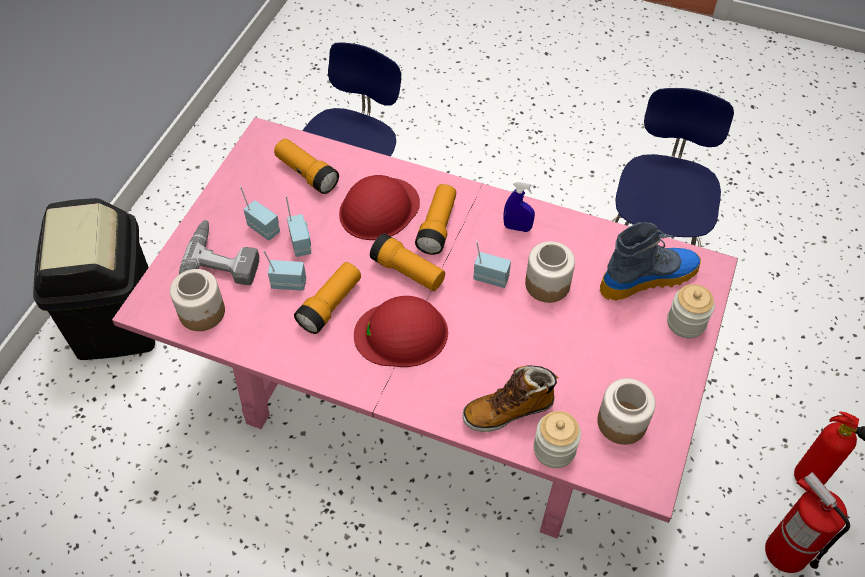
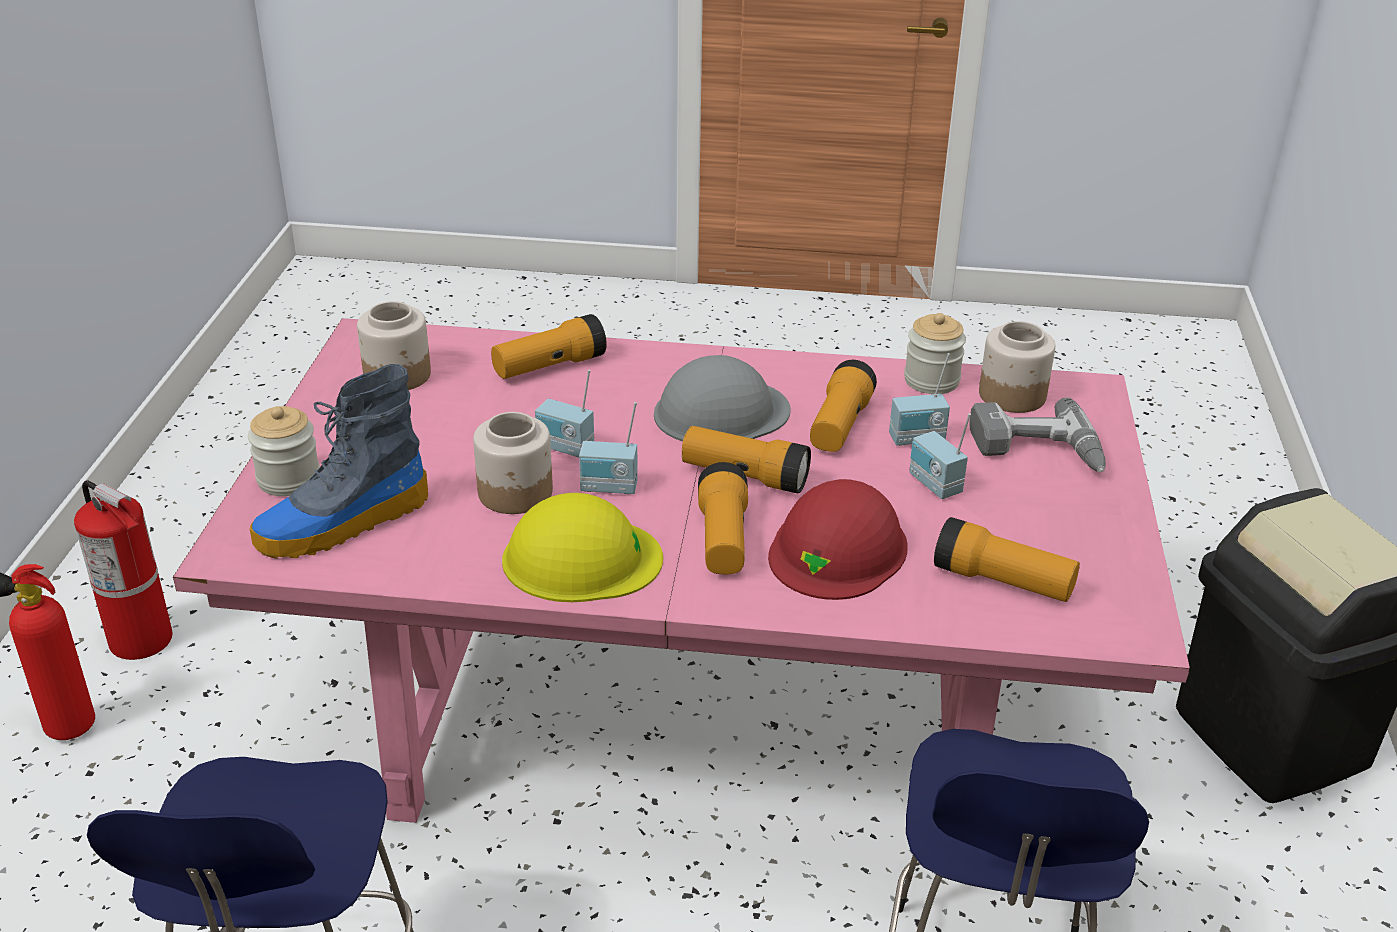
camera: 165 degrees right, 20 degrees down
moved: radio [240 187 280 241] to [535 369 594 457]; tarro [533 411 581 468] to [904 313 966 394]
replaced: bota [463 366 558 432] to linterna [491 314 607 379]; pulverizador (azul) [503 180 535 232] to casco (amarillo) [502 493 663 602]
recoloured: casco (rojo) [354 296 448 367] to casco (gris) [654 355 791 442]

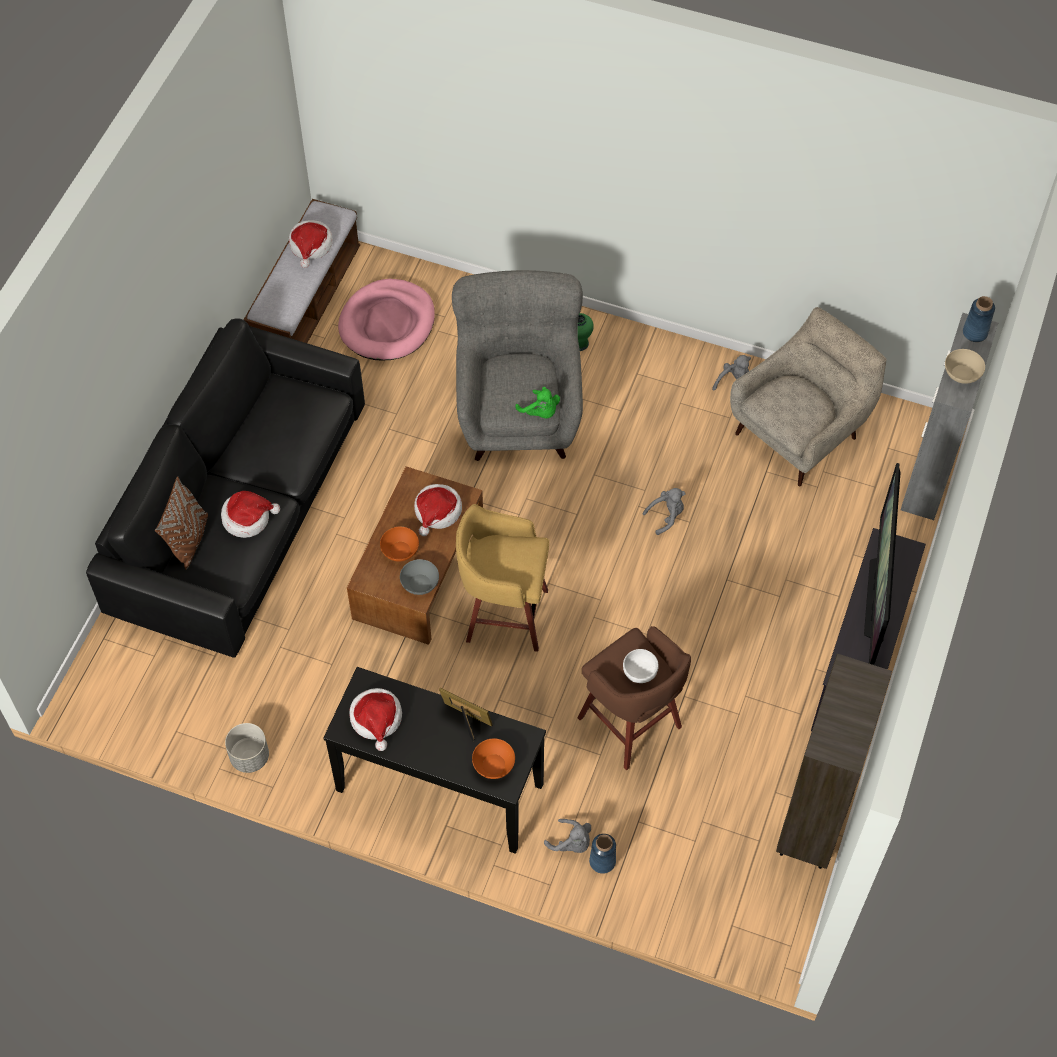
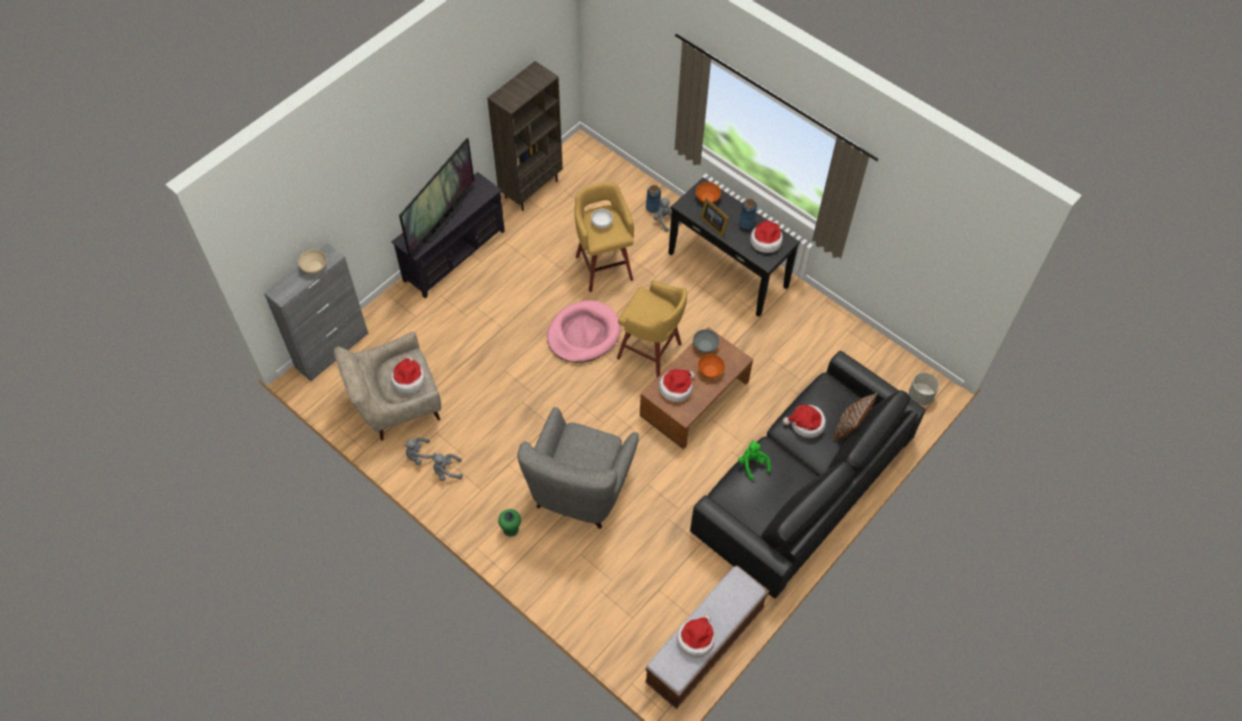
camera: 160 degrees left, 0 degrees up
added: sombrero [391 357 425 394]
moved: peluche (gris) [642 488 686 535] to [431 453 463 481]; cama para perro (rosa) [338 279 435 361] to [547 300 621 363]; florero (azul) [963 296 995 342] to [738 199 757 229]; peluche (verde) [515 387 560 419] to [738 440 771 480]; maceta (gris) [225 723 269 773] to [909 372 939 405]
recoloured: taburete (marrón) [577 626 691 770] to taburete (amarillo) [574 182 634 292]

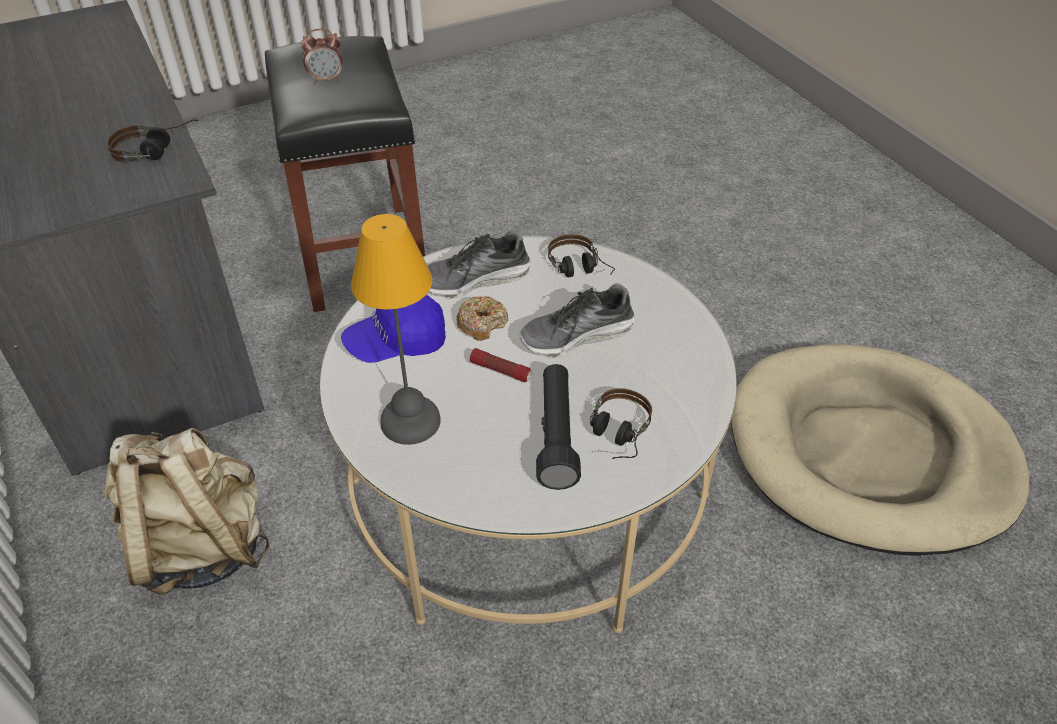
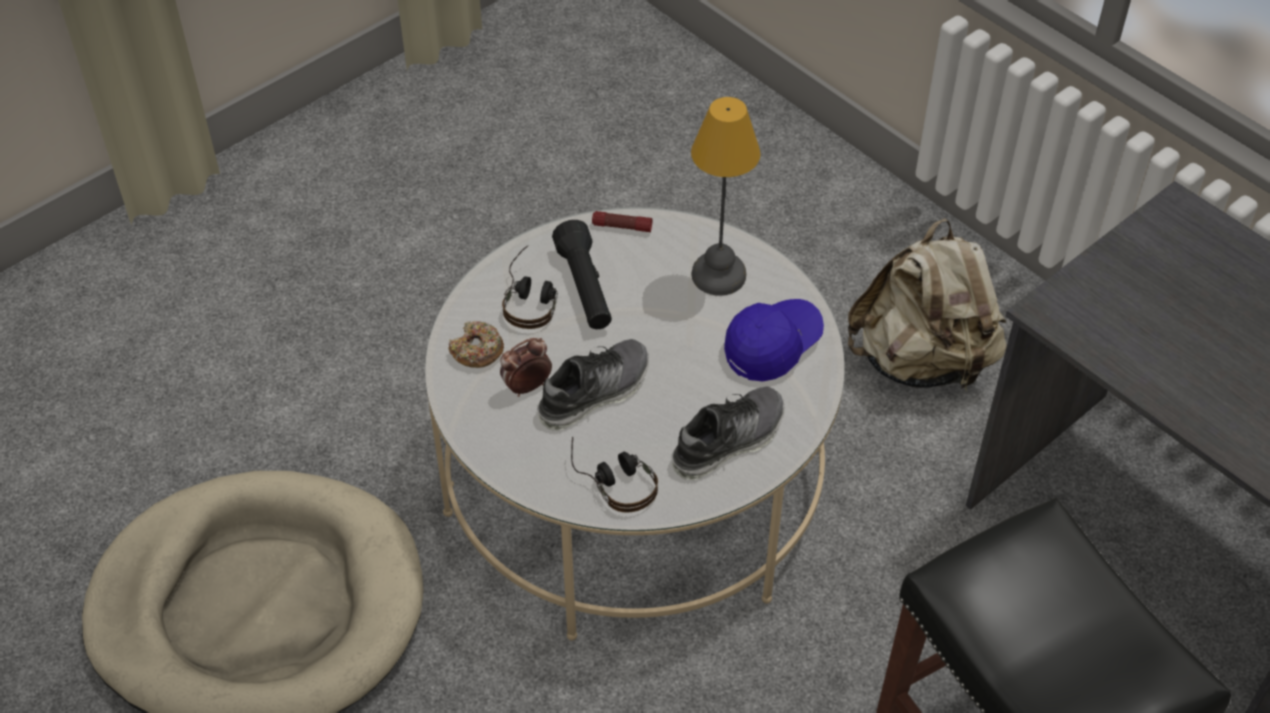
camera: 165 degrees right, 5 degrees up
removed: auriculares [107 120 198 162]
moved: rosquilla [456 296 508 341] to [448 321 504 368]; despertador [301 28 343 84] to [500 338 552 397]; linterna [470 348 532 382] to [592 211 652 232]

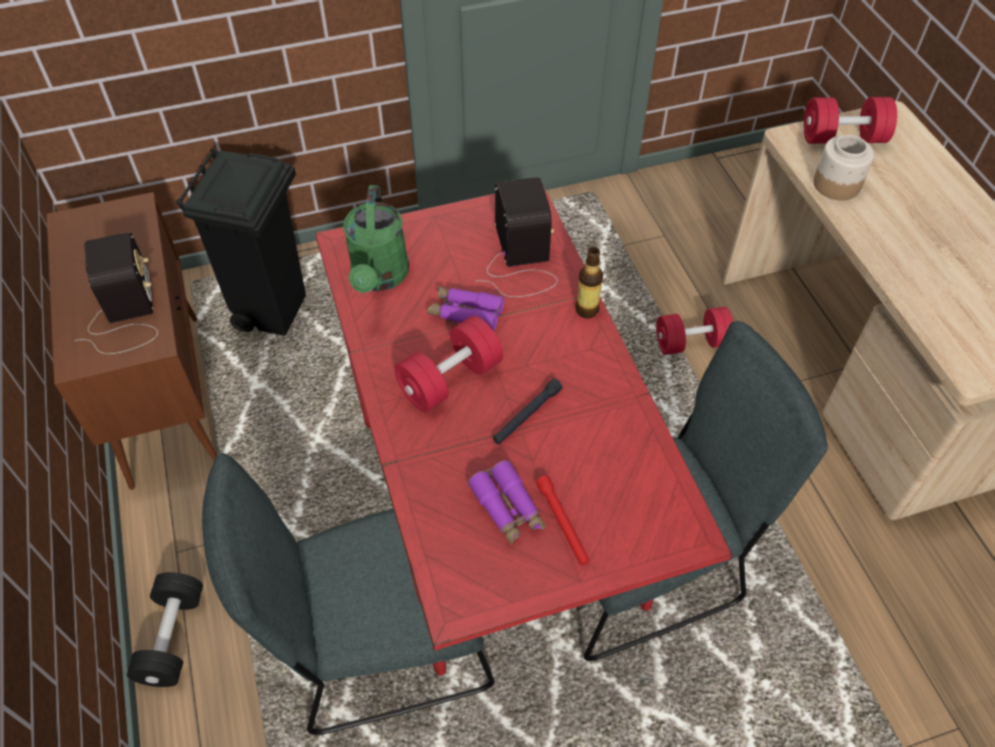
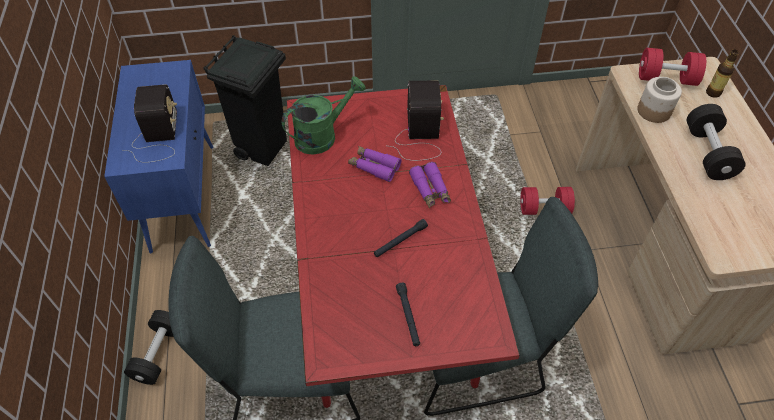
camera: 10 degrees right, 0 degrees up
removed: mancuerna (rojo) [394 316 503 412]
added: mancuerna (negro) [687 104 746 180]
moved: prismáticos (morado) [468 460 545 545] to [409 162 451 208]; botella [575 247 603 318] to [706 49 739 98]
recoloured: armario (marrón) [47 192 217 490] to armario (azul) [104 60 213 253]; linterna (rojo) [536 475 590 565] to linterna (negro) [396 283 420 346]
turned: regadera (verde) [343 185 409 293] = [282 76 366 155] 135 degrees counterclockwise

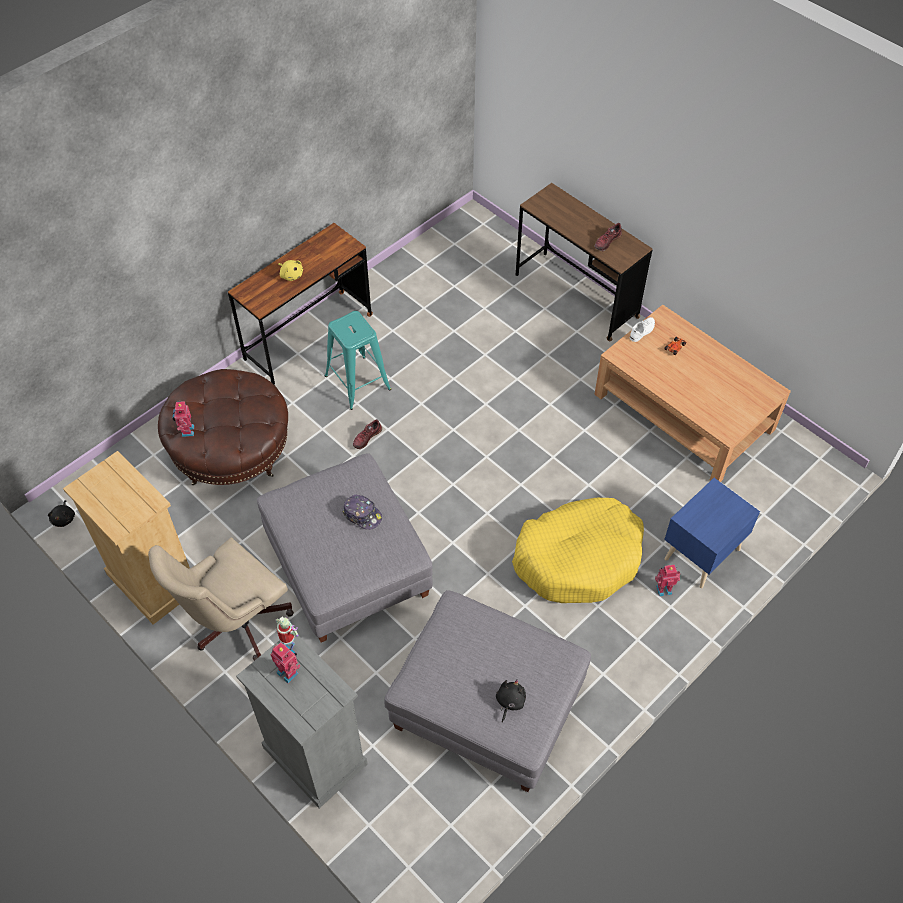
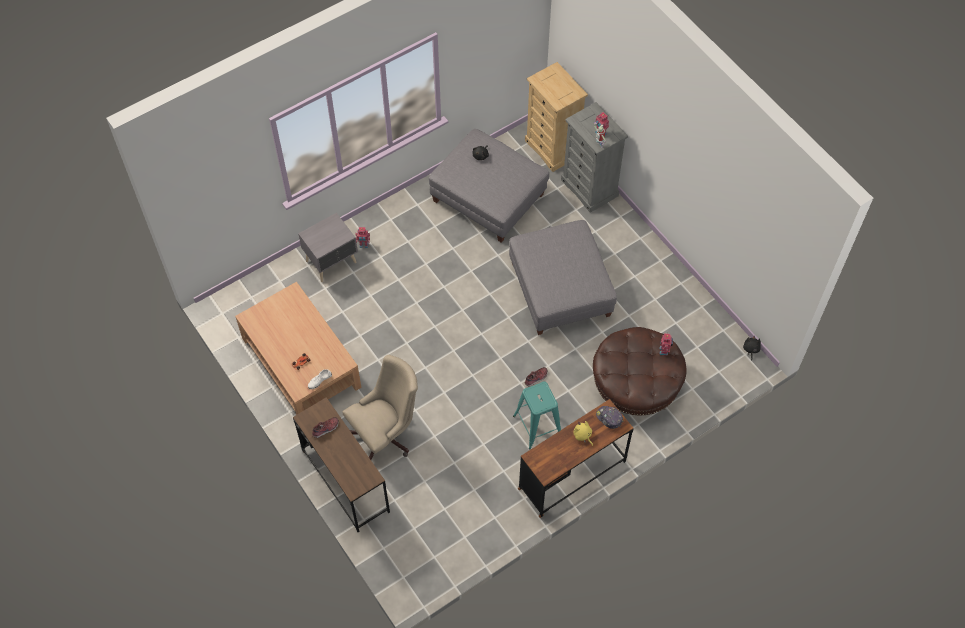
camera: 170 degrees left, 5 degrees up
removed: cama para perro (amarillo) [512 498 644 603]
moved: silla de oficina (beis) [148 537 294 661] to [343 355 418 460]; cómoda (beis) [63 451 190 625] to [525 62 588 172]; gorra [342 495 382 530] to [596 406 623 429]
recoloured: mesita de noche (azul) [664 478 760 588] to mesita de noche (gris) [298 213 358 282]

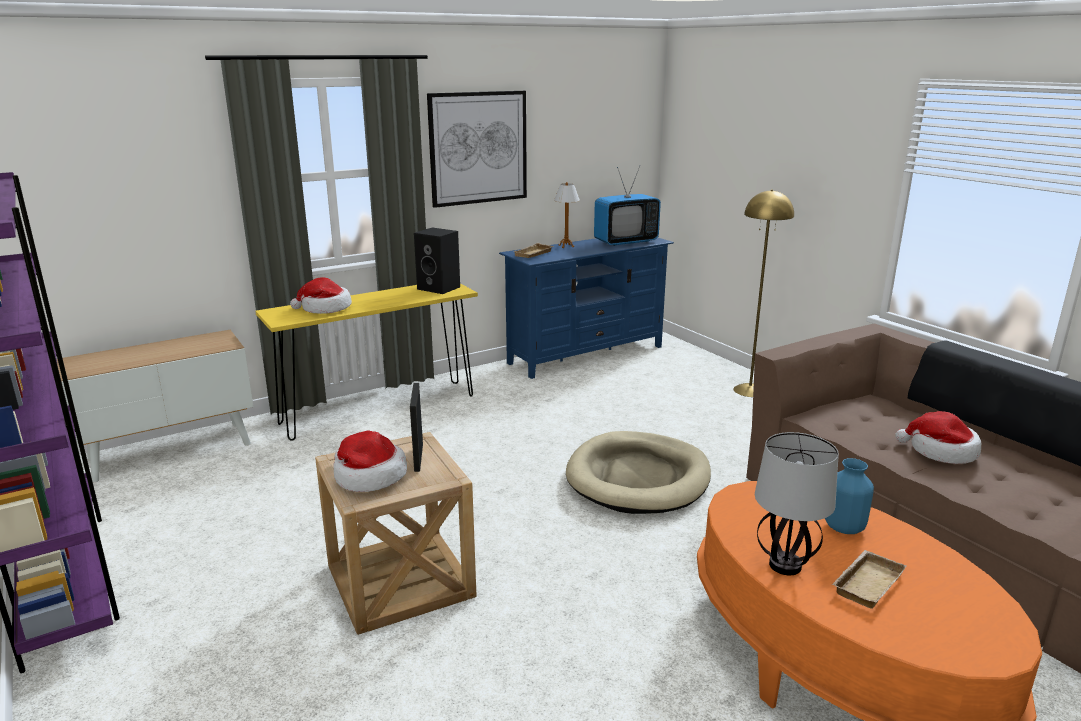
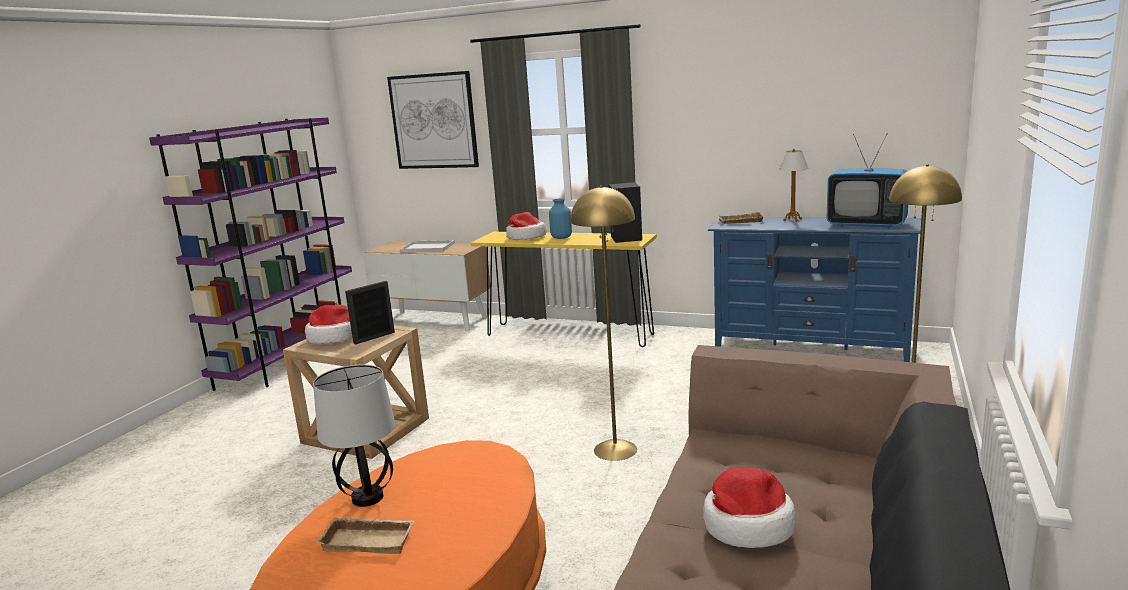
camera: 55 degrees right, 5 degrees down
added: bandeja (blanco) [400 240 455 252]
moved: cuadro [427 91 527 208] to [387 71 479 169]; florero (azul) [825 458 874 534] to [549 198 572 239]
replaced: cama para perro (beis) [566 431 711 514] to lámpara de pie (amarillo) [571 186 637 461]

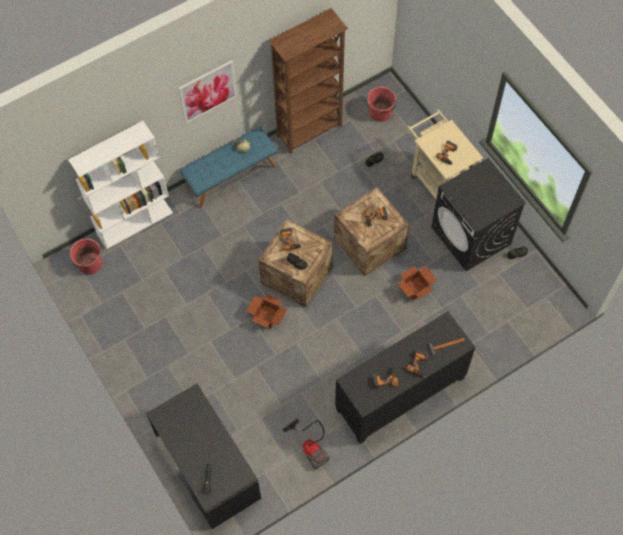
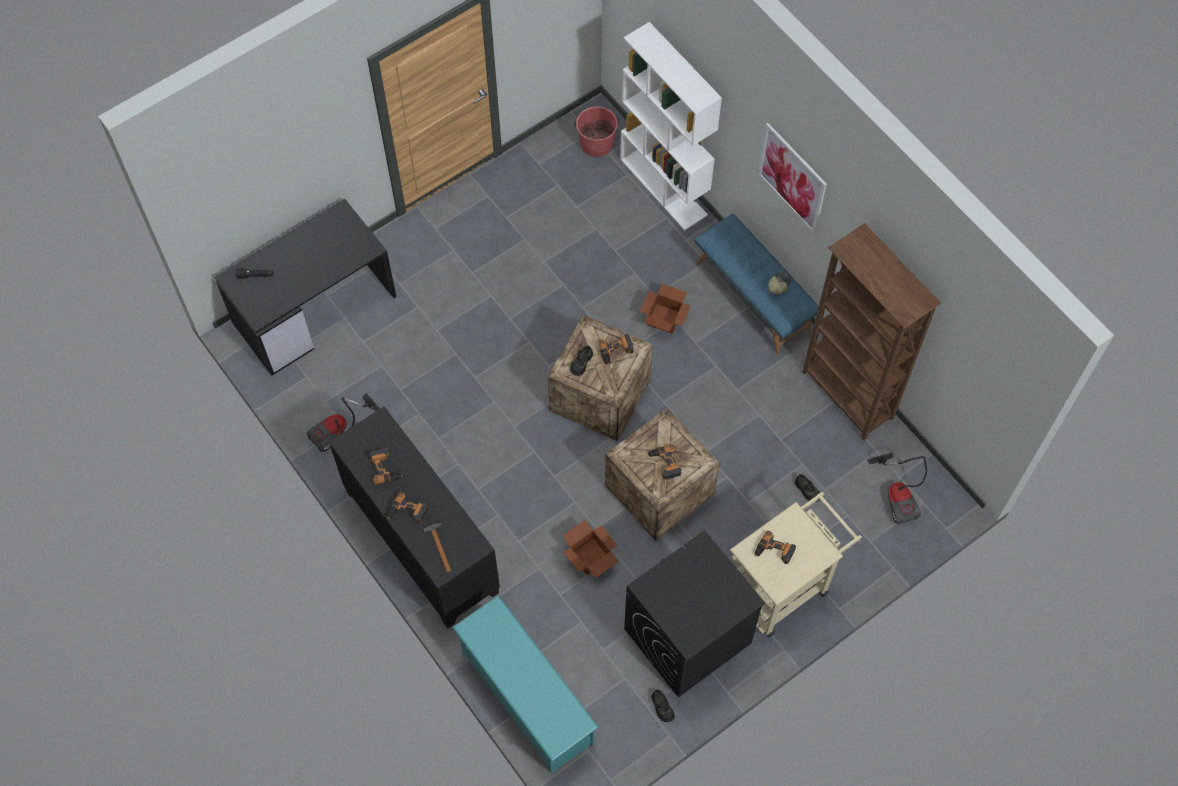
camera: 85 degrees right, 0 degrees up
added: zapatero (turquesa) [452 596 599 774]
moved: caja de cartón [246 294 287 329] to [640 283 691 334]
replaced: cubo (rojo) [367 87 396 122] to aspiradora [867 453 927 525]

